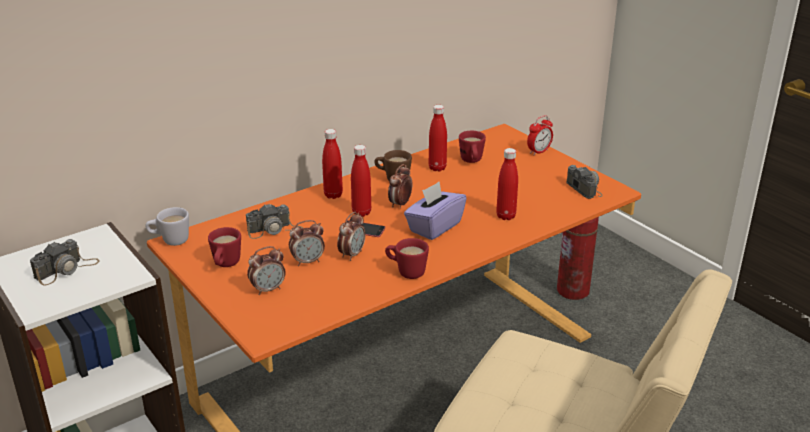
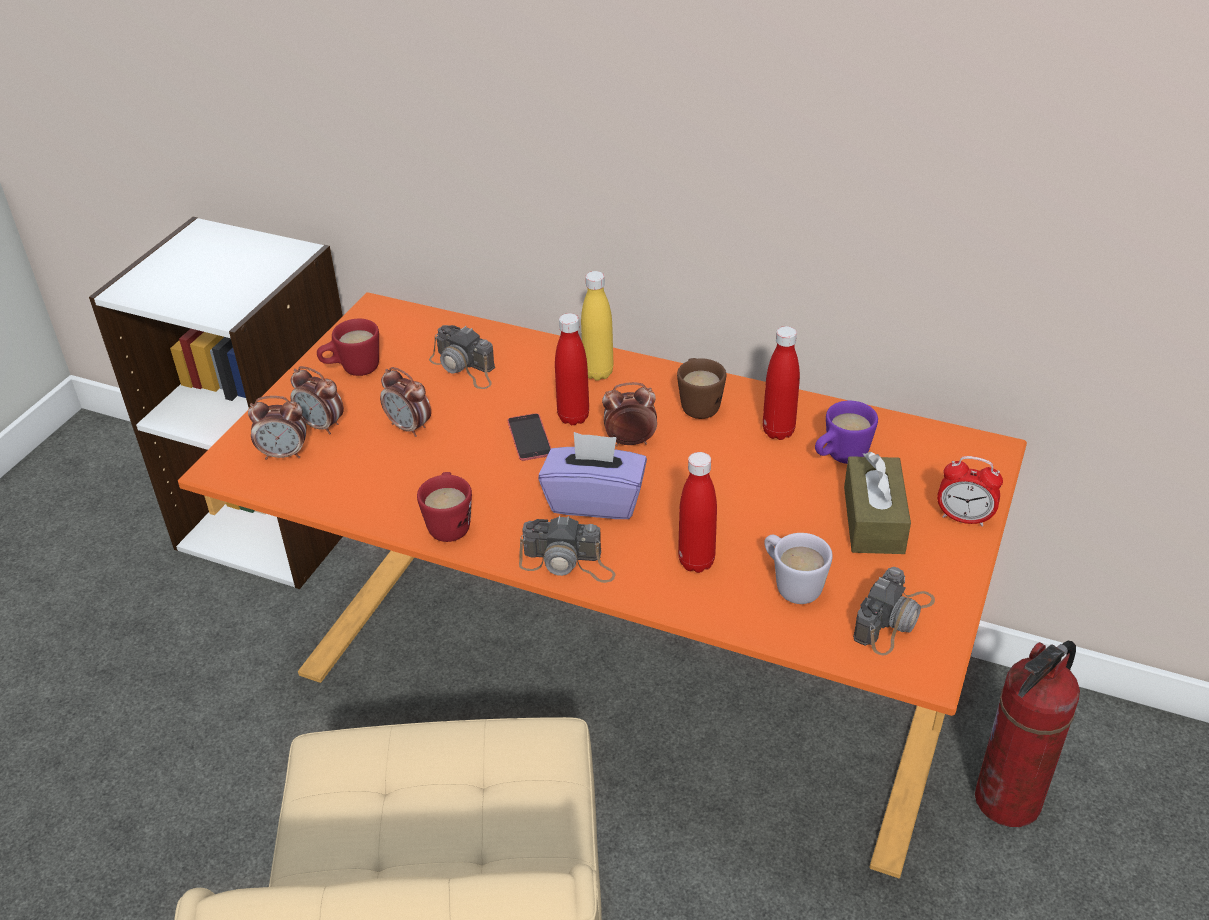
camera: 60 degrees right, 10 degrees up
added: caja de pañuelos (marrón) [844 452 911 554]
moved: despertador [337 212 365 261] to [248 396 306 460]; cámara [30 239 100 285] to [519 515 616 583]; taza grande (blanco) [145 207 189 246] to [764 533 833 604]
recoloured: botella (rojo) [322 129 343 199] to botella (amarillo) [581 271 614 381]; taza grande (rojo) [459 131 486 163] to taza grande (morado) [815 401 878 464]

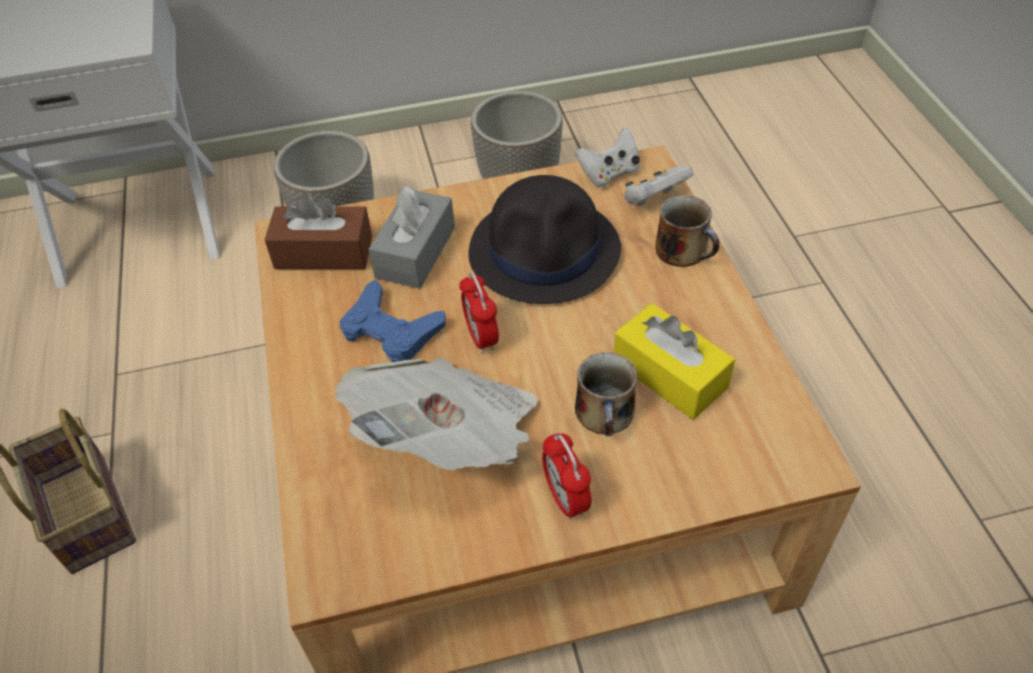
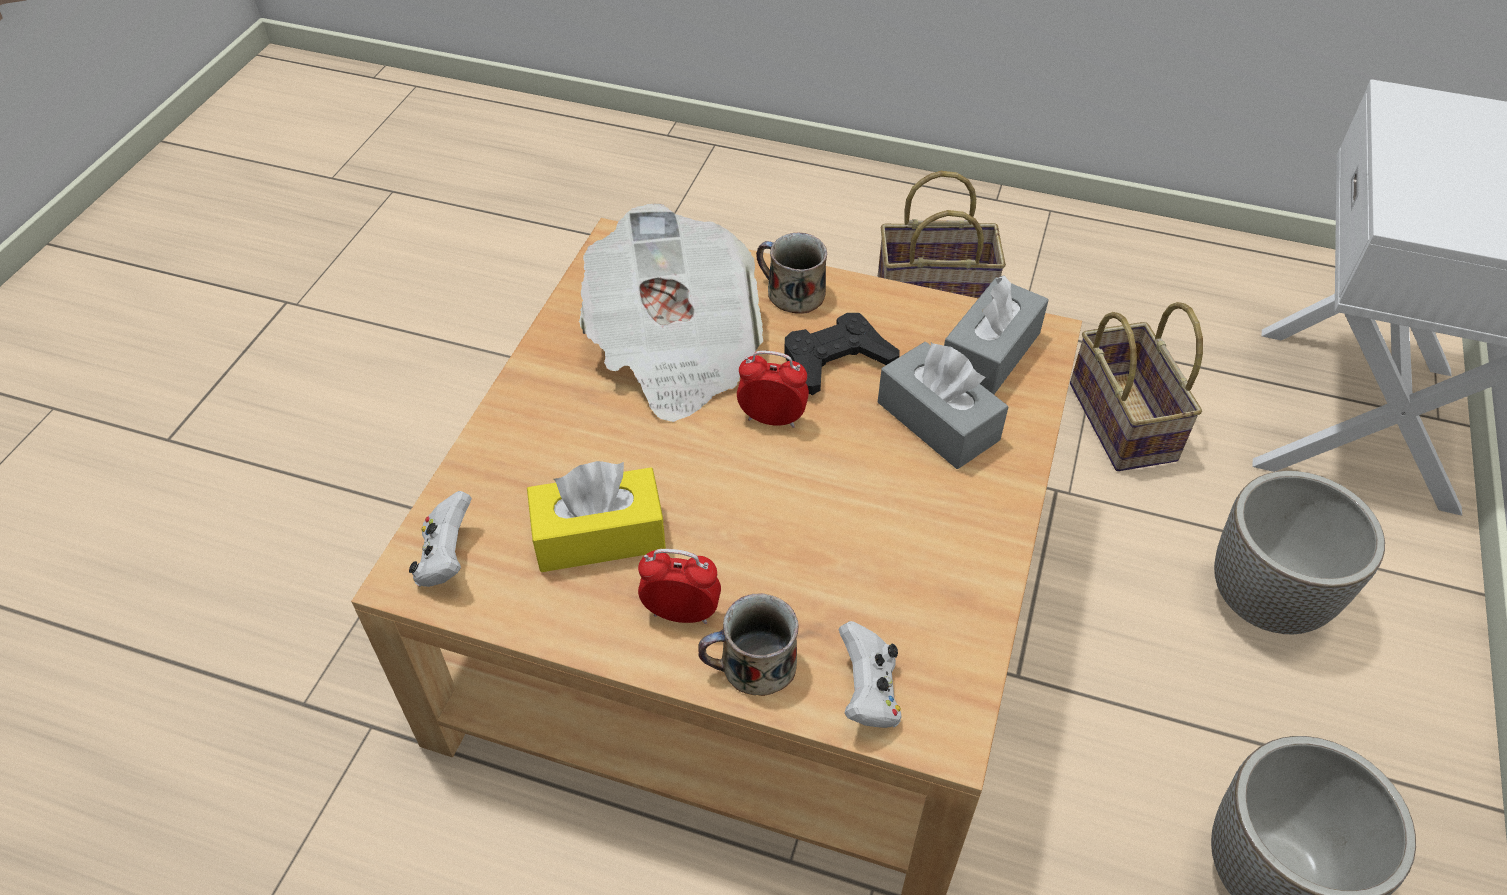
camera: 120 degrees right, 0 degrees up
removed: sombrero (negro) [468 175 621 304]
added: cesta [1070 302 1203 471]
moved: mando de consola (blanco) [575 127 640 187] to [409 491 472 587]; despertador [542 432 591 520] to [638 549 721 624]; taza grande [575 352 637 436] to [756 232 827 314]
recoloured: mando de consola (azul) [339 280 446 362] to mando de consola (negro) [785 313 900 395]; caja de pañuelos (marrón) [265 194 372 269] to caja de pañuelos (gris) [944 275 1049 394]

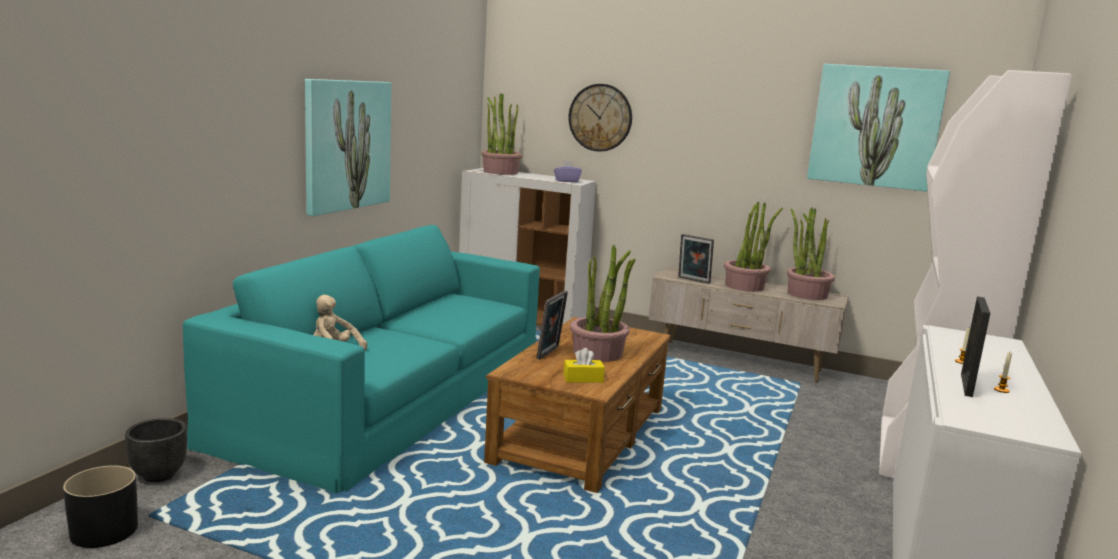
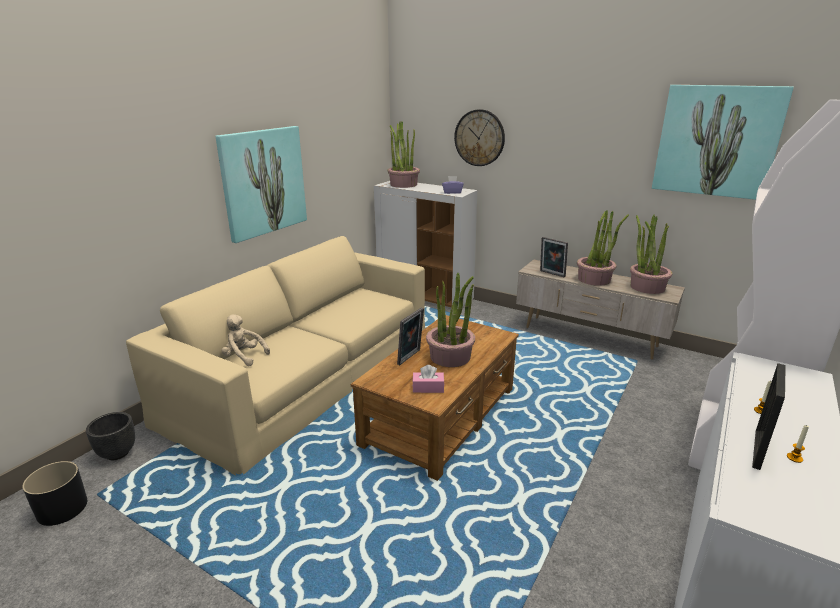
camera: 10 degrees right, 10 degrees up
recoloured: sofá (turquesa) [183 225 540 493] to sofá (beis) [126 236 425 476]; caja de pañuelos (amarillo) [563 348 605 383] to caja de pañuelos (rosa) [412 365 444 393]

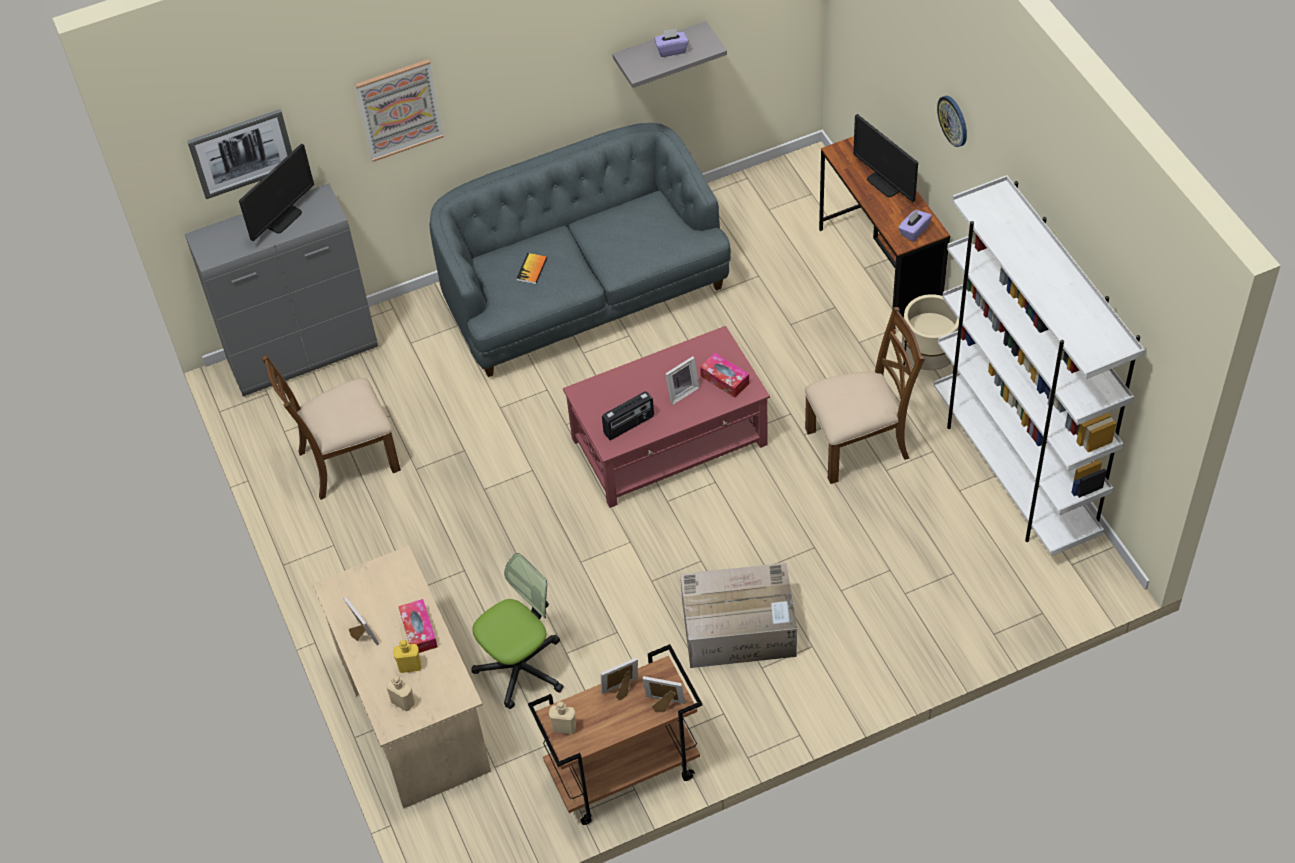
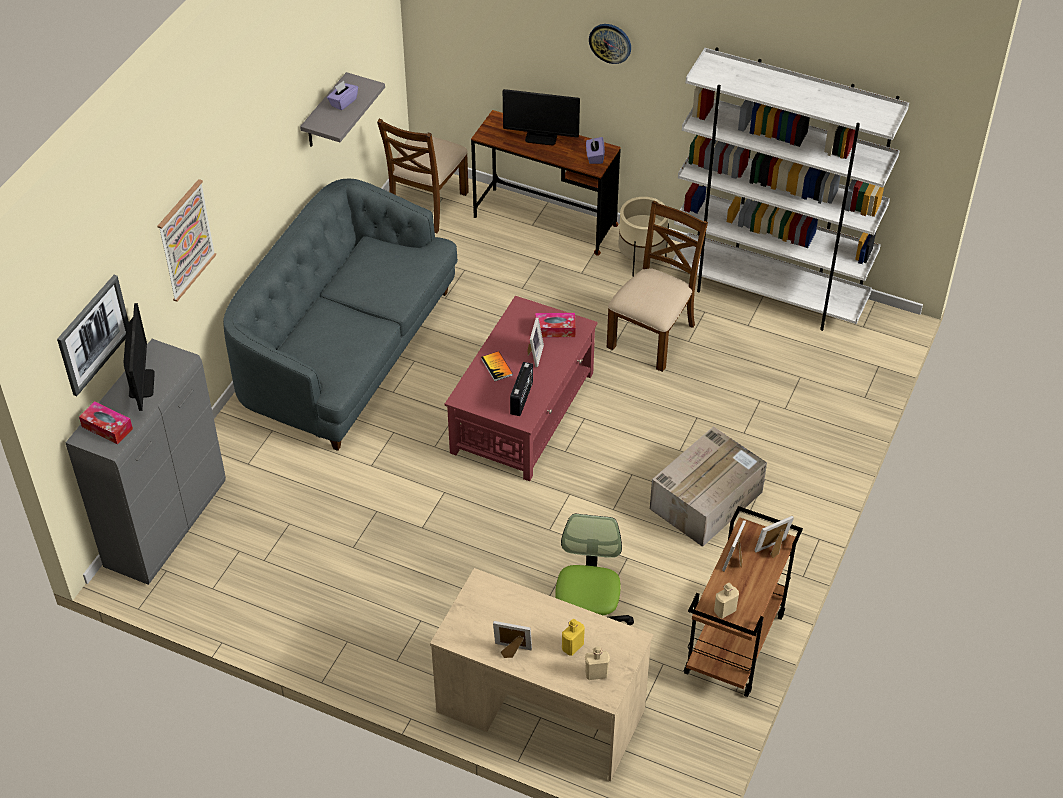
camera: 45 degrees left, 5 degrees down
moved: caja de pañuelos [398 599 438 653] to [79 401 133 445]; silla (marrón) [262 355 401 500] to [377 119 469 233]; libro [516 253 547 284] to [481 351 513 381]

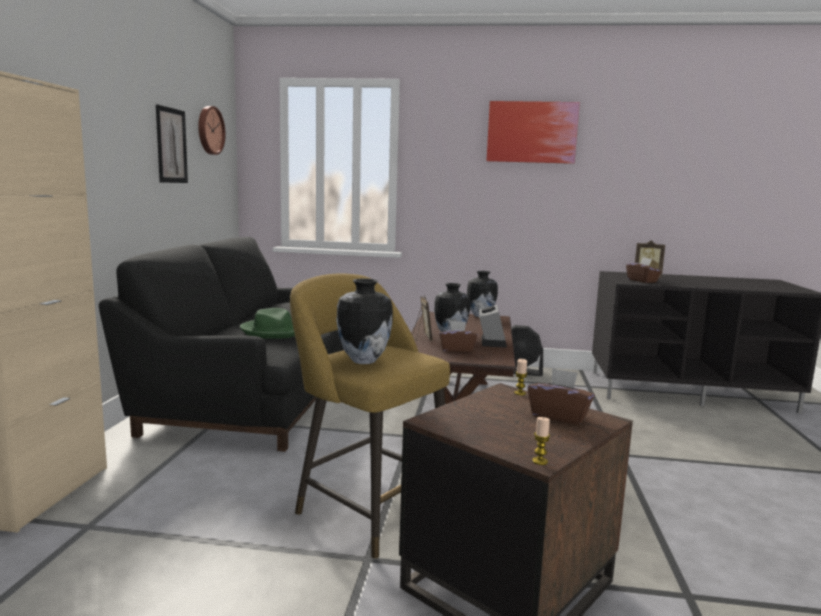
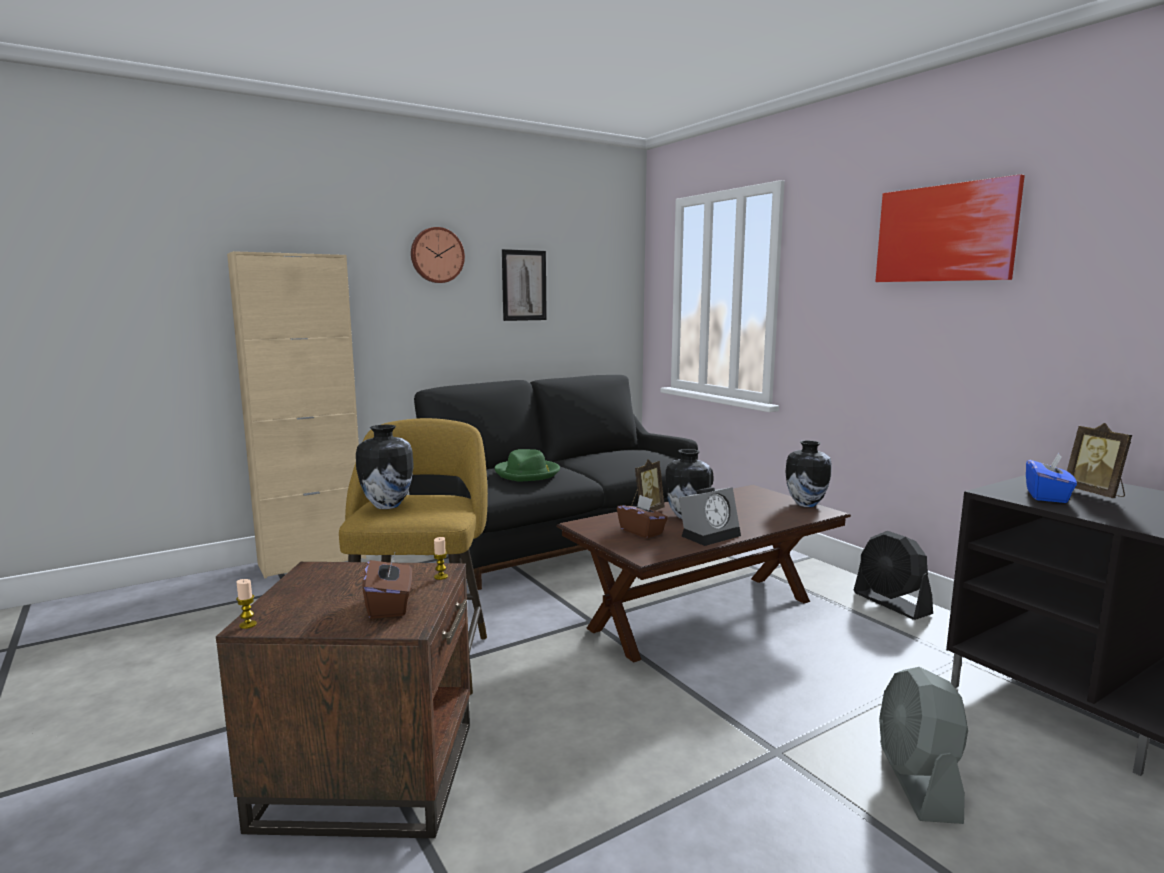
camera: 50 degrees right, 0 degrees up
added: ventilador (gris) [879 667 968 824]
moved: reloj de pared [198 106 226 155] to [411 227 465 283]
recoloured: caja de pañuelos (marrón) [626 257 662 283] to caja de pañuelos (azul) [1026 453 1077 503]

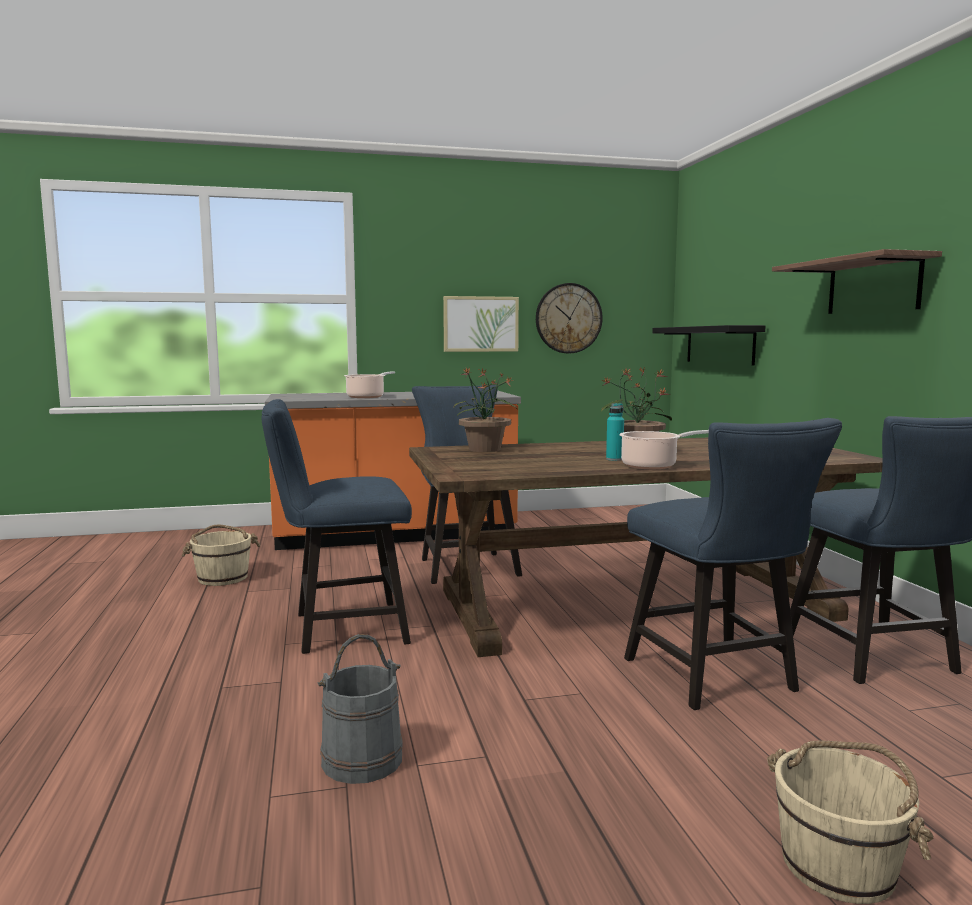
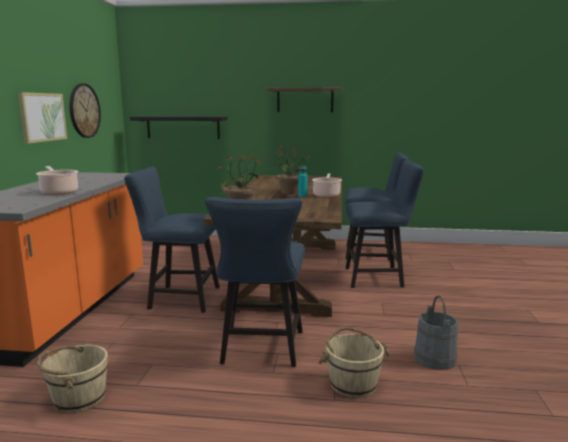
camera: 70 degrees left, 5 degrees up
moved: cubo (beis) [767 740 934 904] to [318 327 390 398]

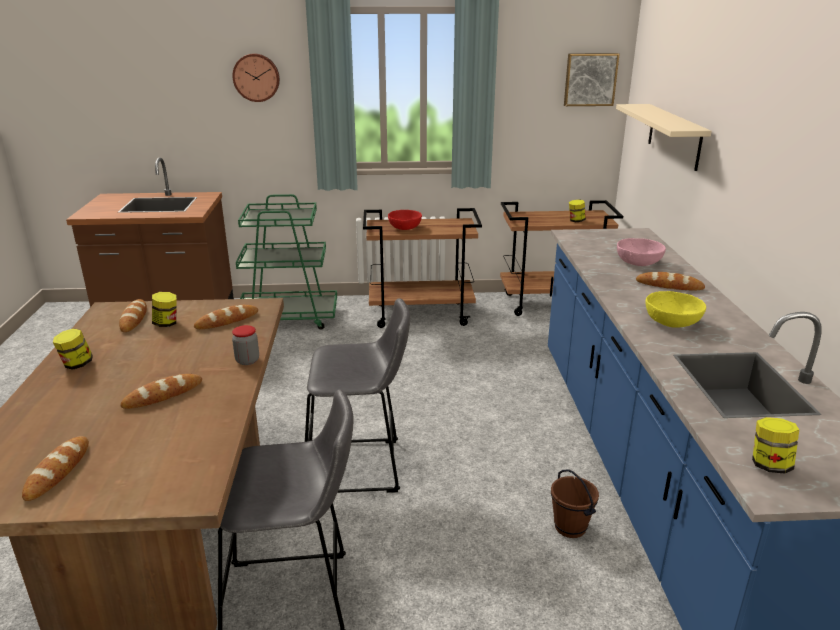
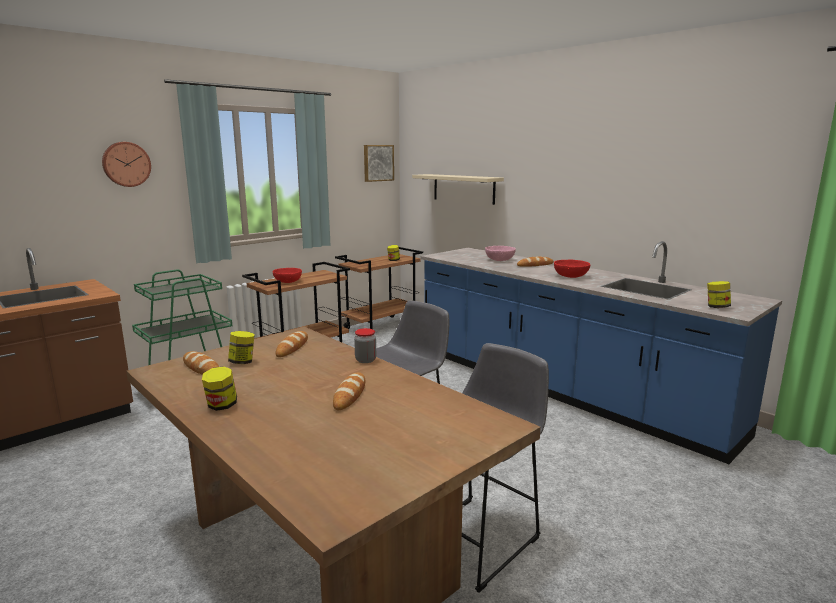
camera: 40 degrees left, 10 degrees down
removed: pan [22 436 89 501]; cubo (marrón) [551 470 599 538]
recoloured: cuenco (amarillo) [645 291 706 328] to cuenco (rojo) [554 260 590 278]

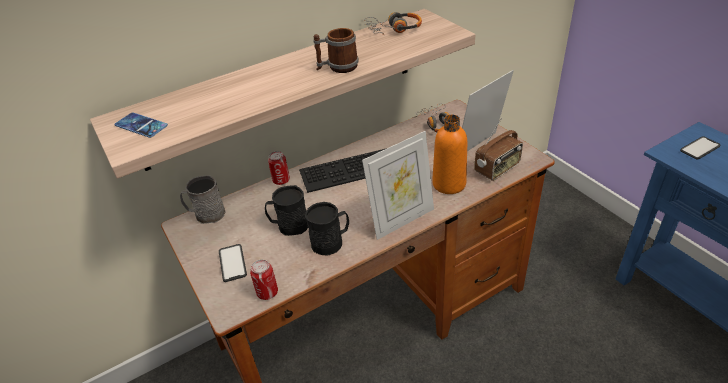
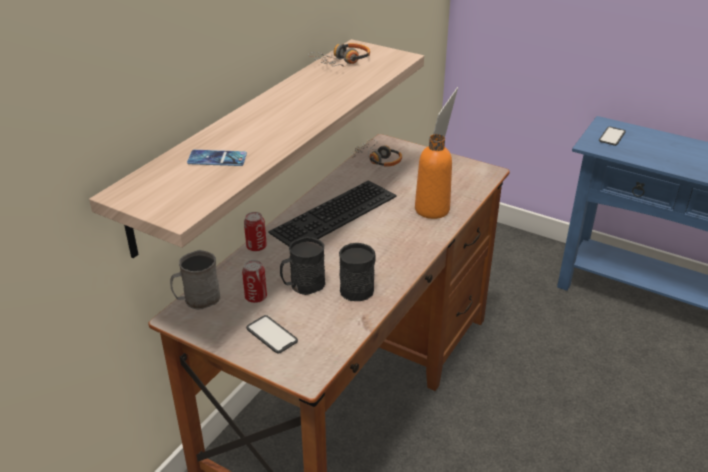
camera: 30 degrees left, 5 degrees down
removed: taza grande [313 28 359 73]; portarretratos [362 131 434 240]; radio [474 118 523 181]
moved: móvil [114 112 168 138] to [187 150 247 166]; lata [250 260 278 300] to [242 260 267 303]

